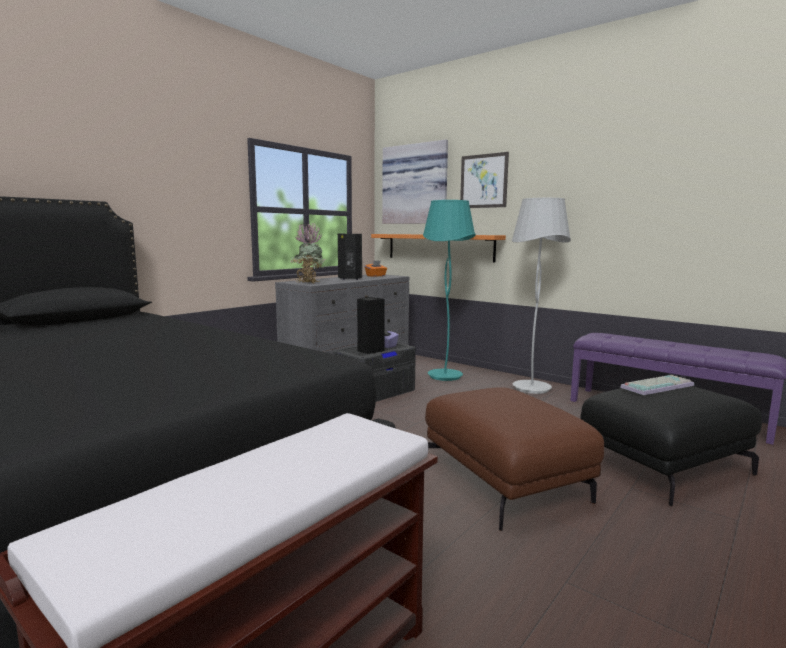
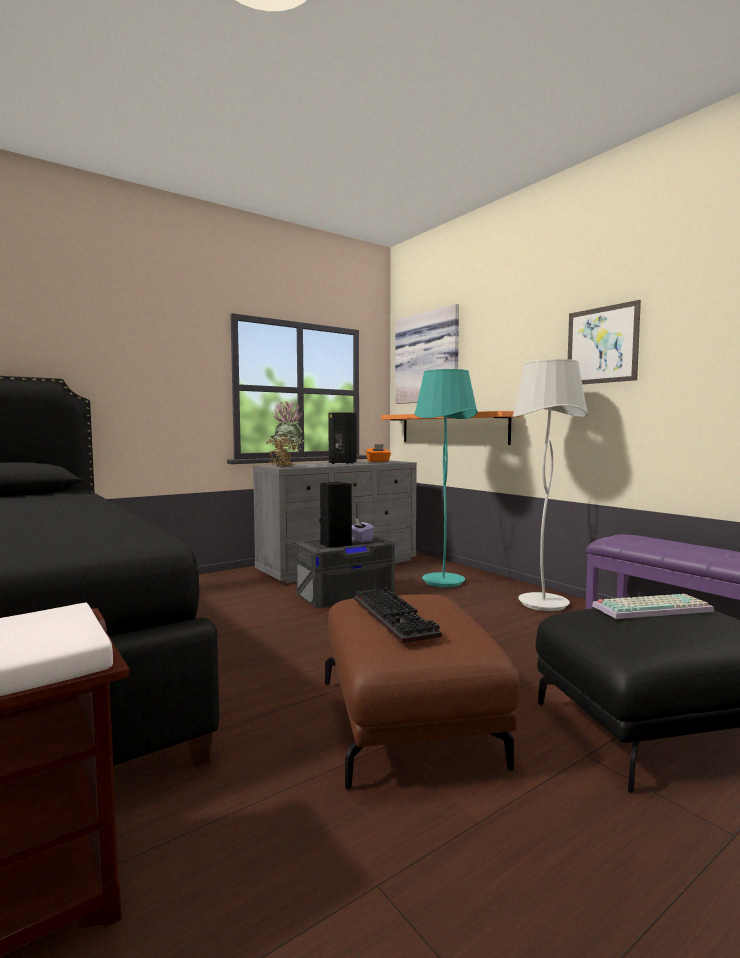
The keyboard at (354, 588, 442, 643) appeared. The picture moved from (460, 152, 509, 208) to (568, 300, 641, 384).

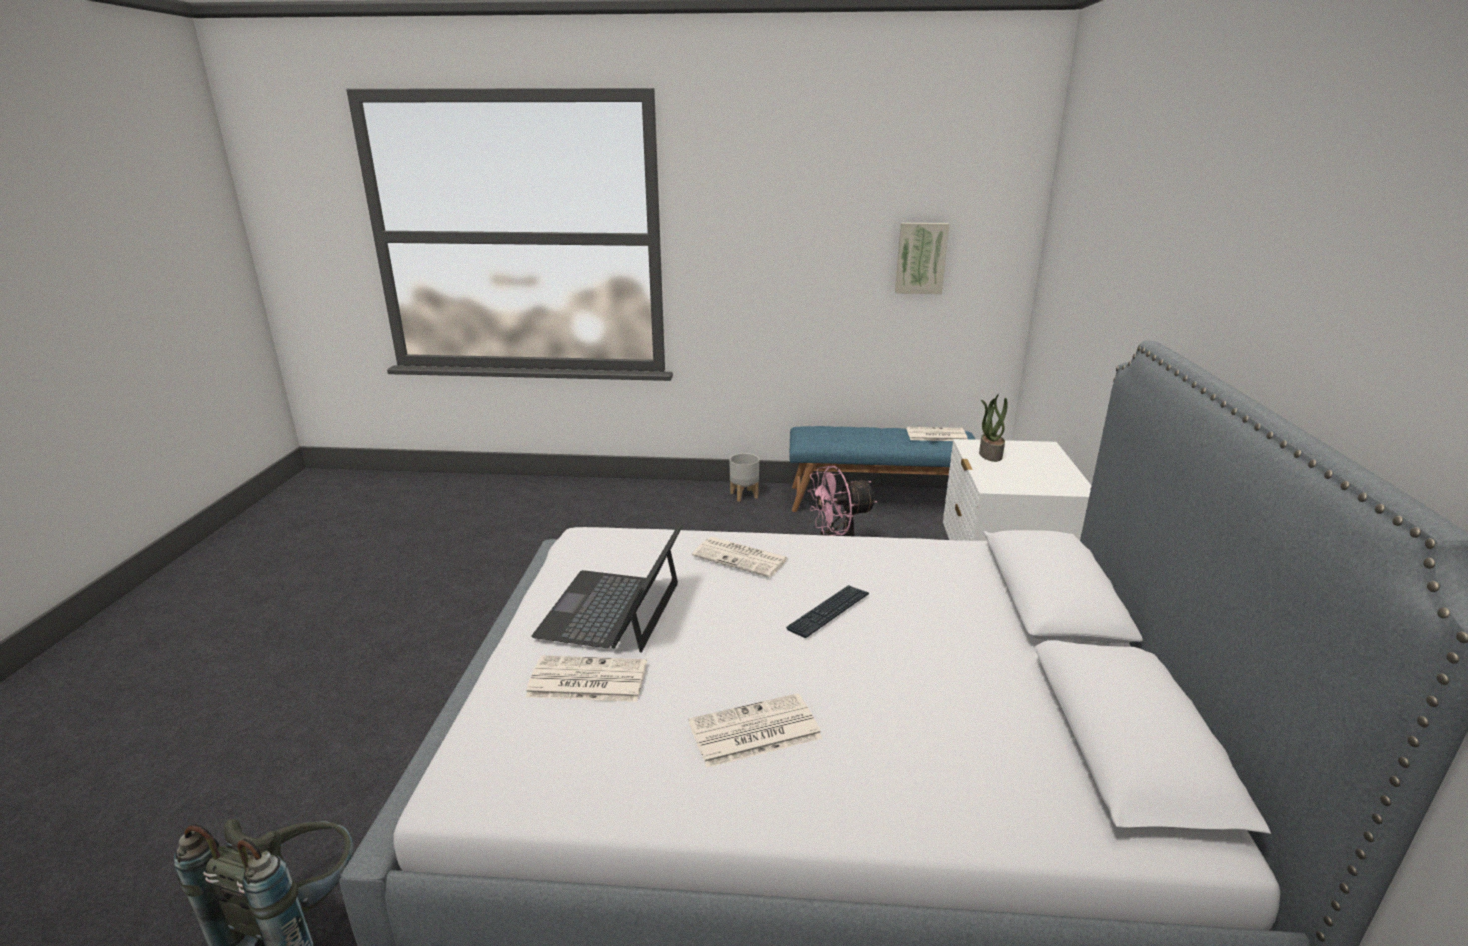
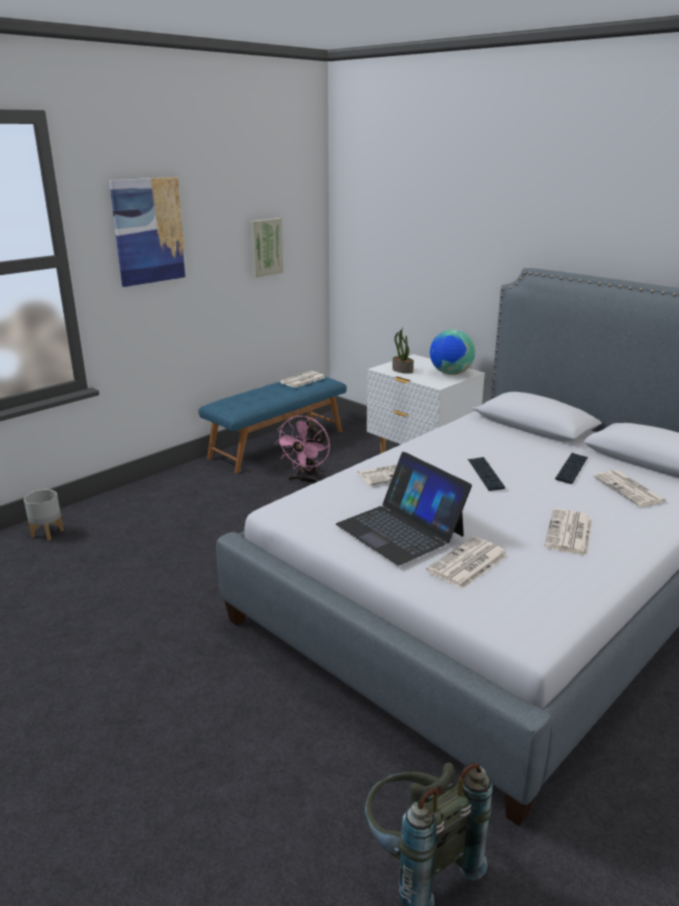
The grey_planter moved from (730, 453, 759, 502) to (24, 489, 64, 541). The picture at (109, 177, 187, 287) appeared. The globe at (430, 329, 475, 375) appeared. The keyboard at (555, 453, 588, 484) appeared. The newspaper at (593, 470, 667, 507) appeared.

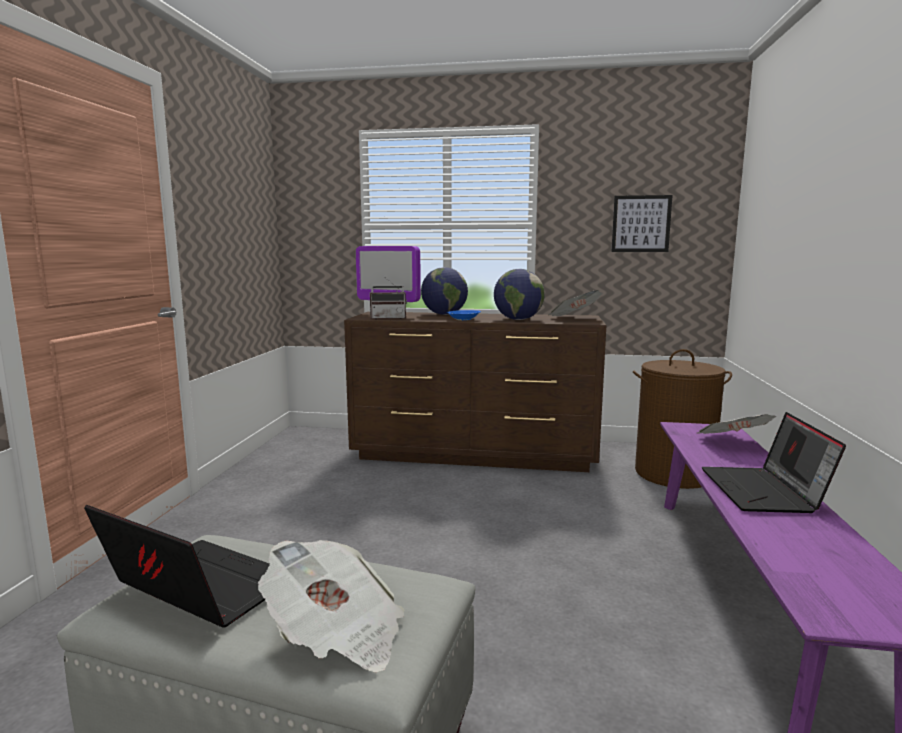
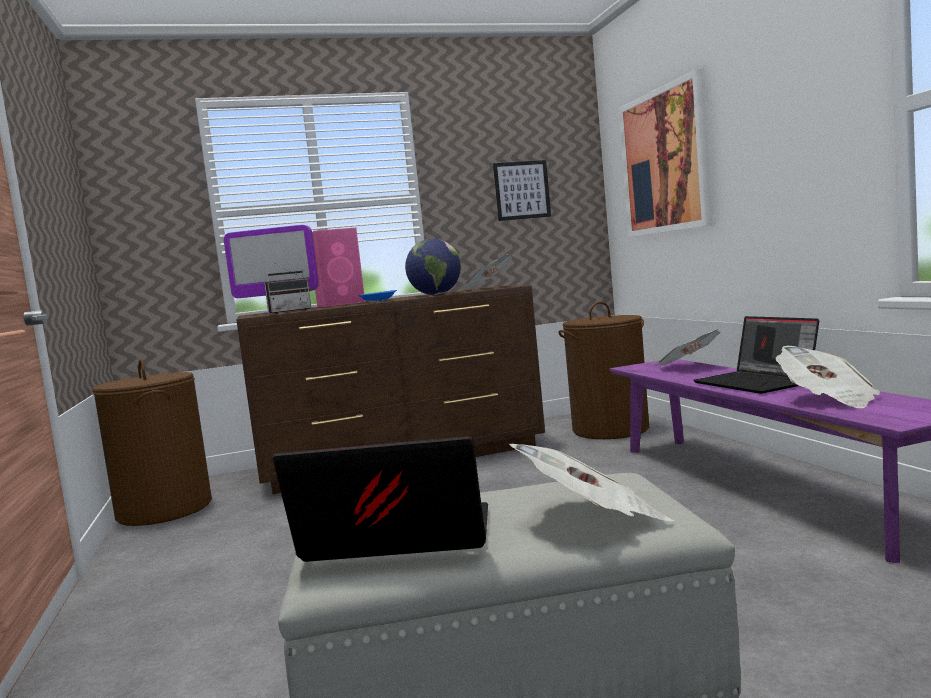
The brown_laundry_basket at (92, 359, 212, 526) appeared. The globe at (421, 267, 468, 315) was replaced by the pink_speaker at (312, 228, 365, 307). The picture at (618, 69, 712, 237) appeared. The newspaper at (776, 346, 880, 409) appeared.

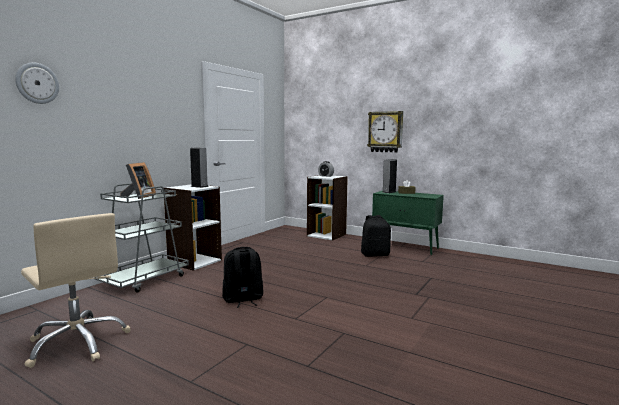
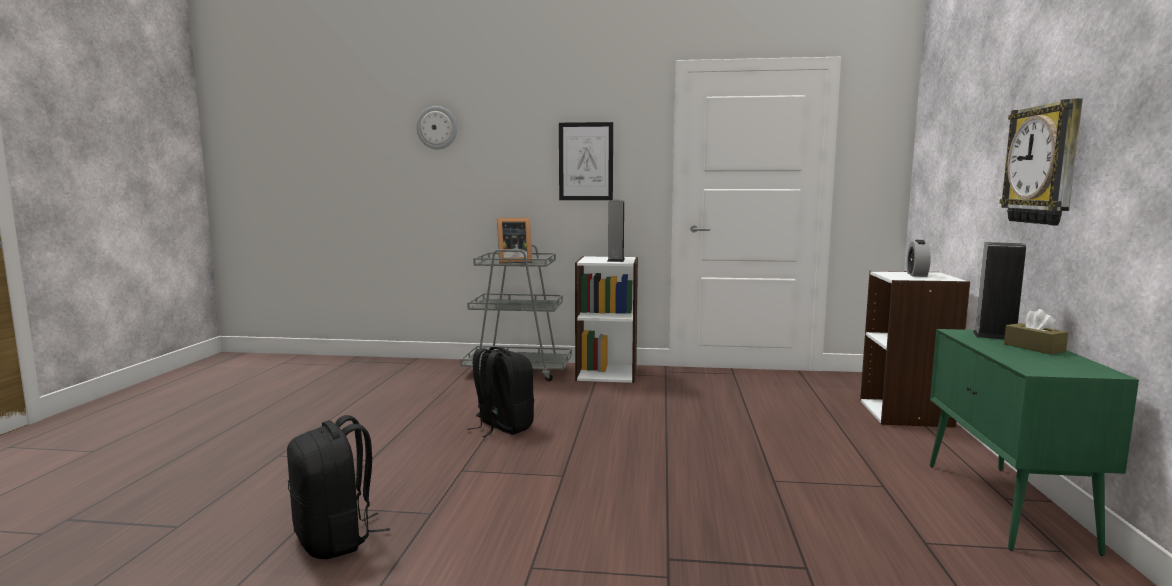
The black_backpack moved from (361, 215, 391, 257) to (287, 415, 390, 559). The picture at (559, 122, 613, 200) appeared. The beige_office_chair at (21, 213, 131, 368) disappeared.

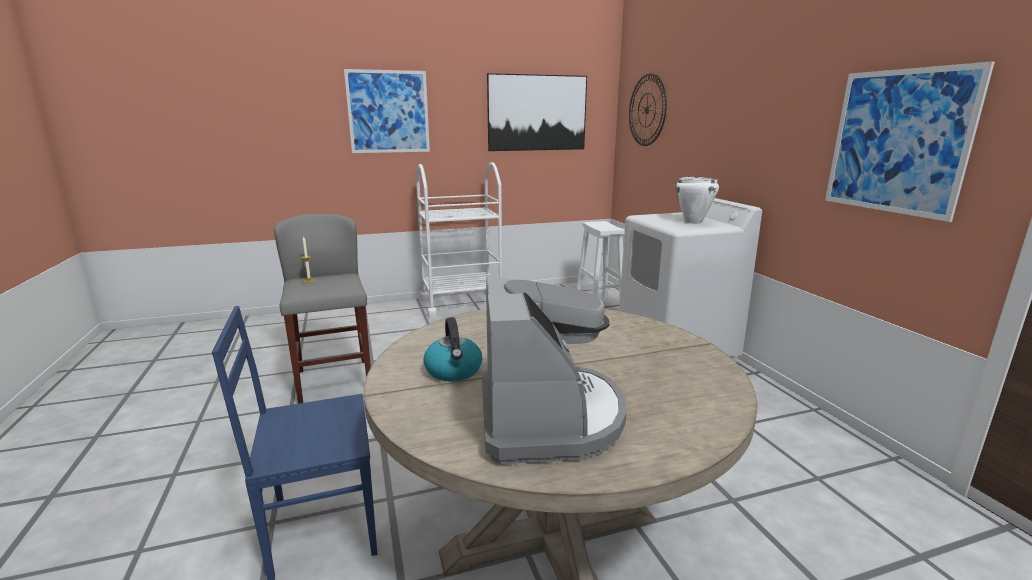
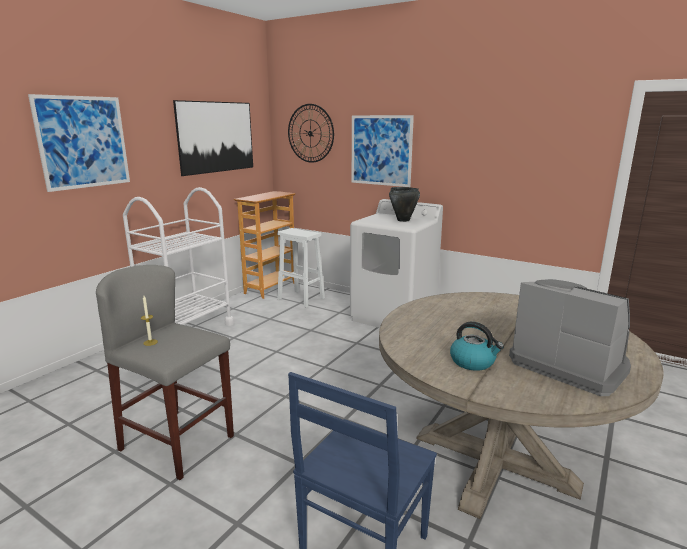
The bookcase at (234, 191, 296, 299) appeared. The picture moved from (825, 61, 995, 222) to (352, 115, 414, 187). The white_cooking_pot at (676, 177, 719, 224) became the black_cooking_pot at (389, 187, 420, 222).

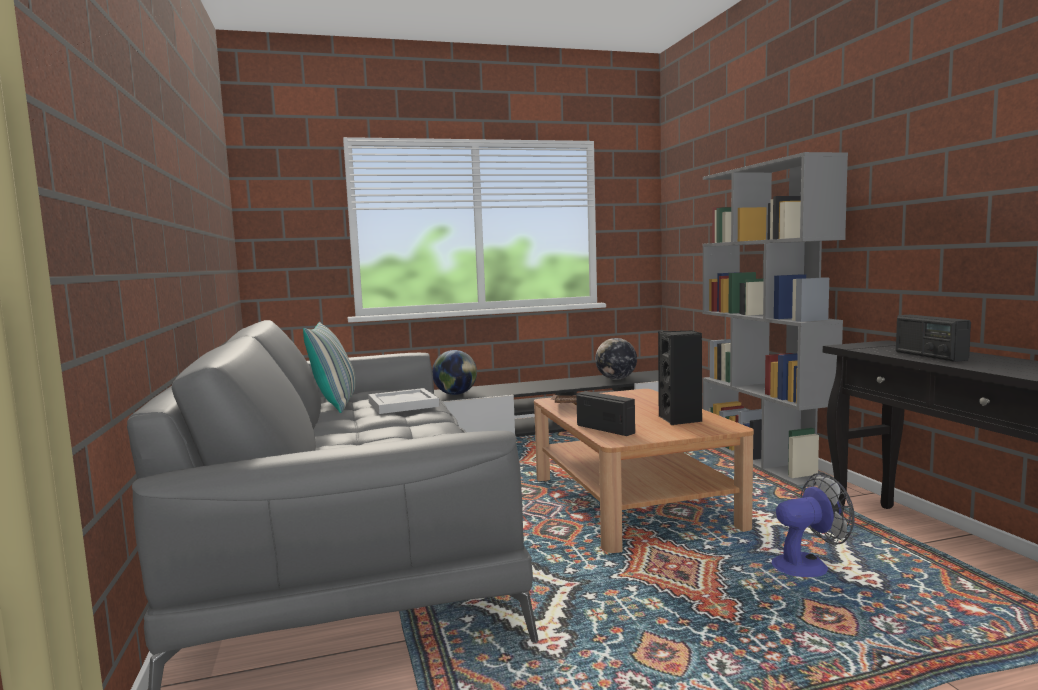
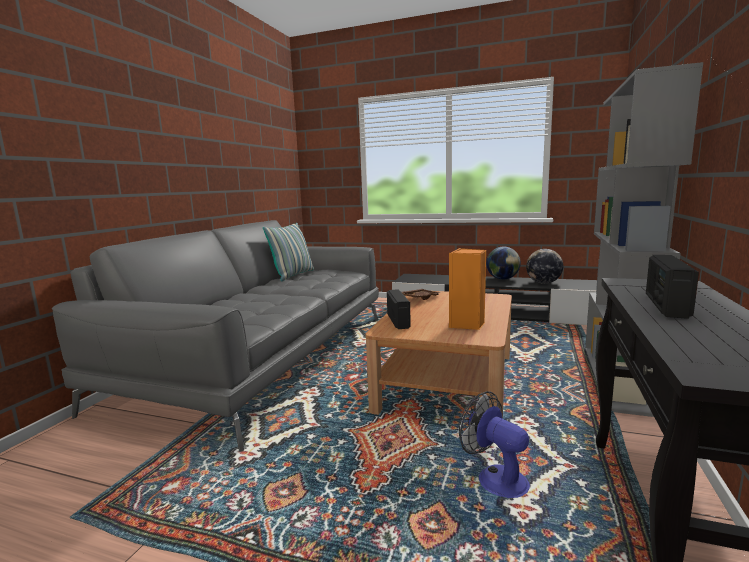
The black_speaker at (658, 331, 702, 425) became the orange_speaker at (449, 248, 486, 330). The fan at (772, 473, 855, 577) turned 150 degrees counterclockwise. The globe moved from (432, 350, 477, 395) to (486, 246, 521, 280). The white_tray at (368, 388, 439, 414) disappeared.

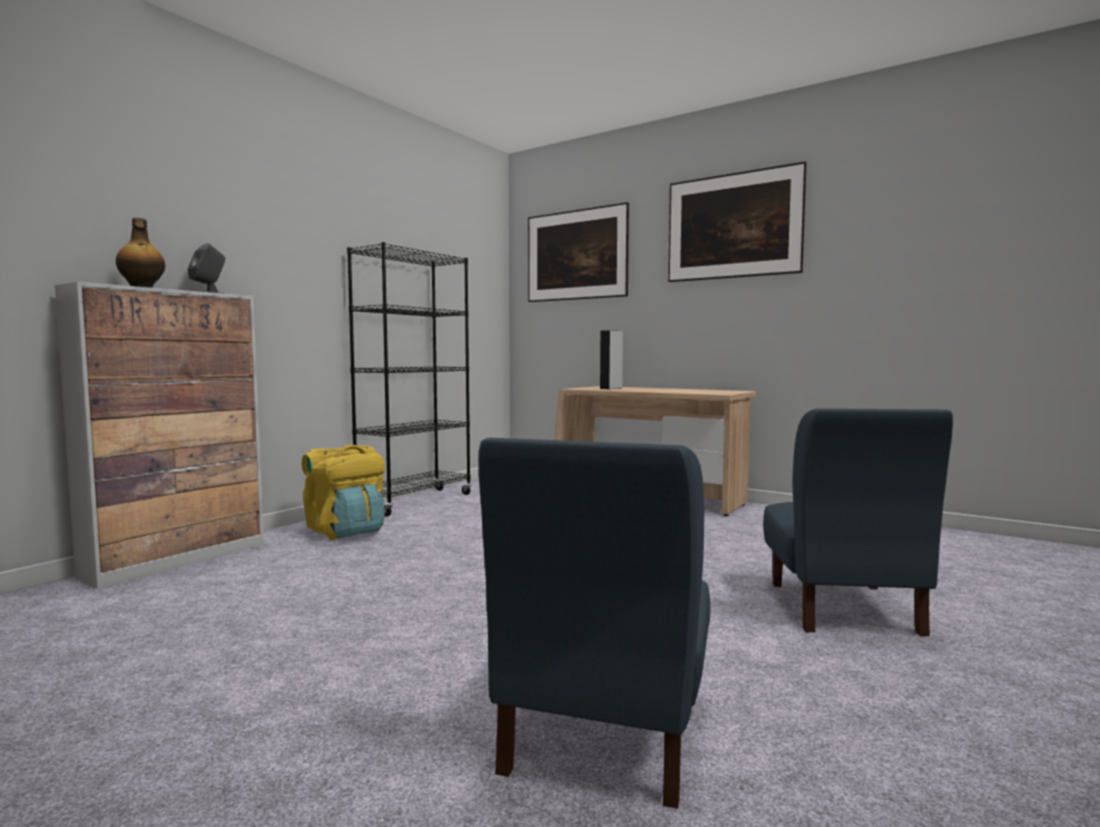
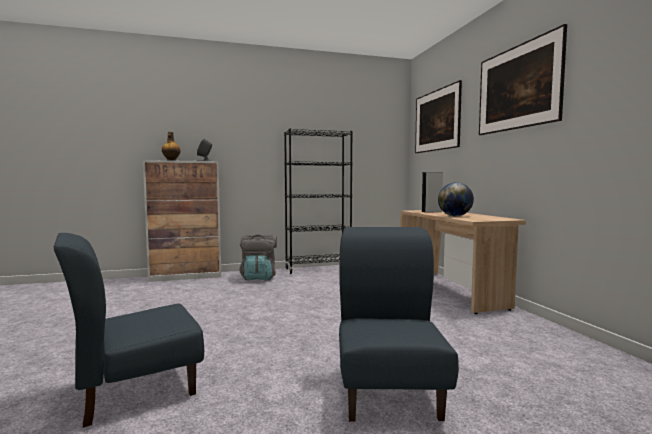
The yellow_backpack at (302, 445, 385, 540) became the grey_backpack at (240, 234, 277, 280). The blue_chair at (763, 408, 953, 636) turned 135 degrees clockwise. The globe at (438, 182, 474, 216) appeared.

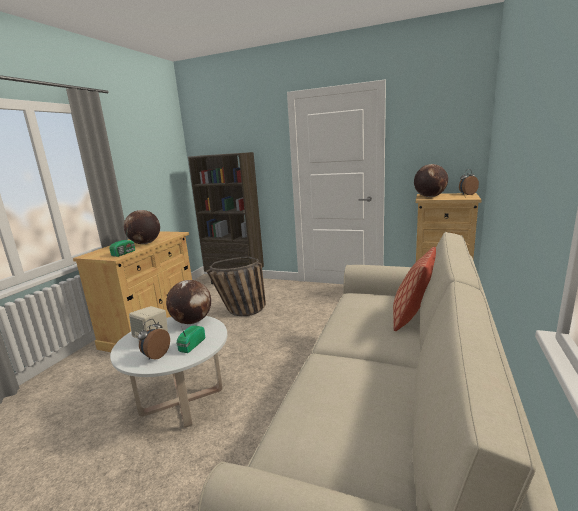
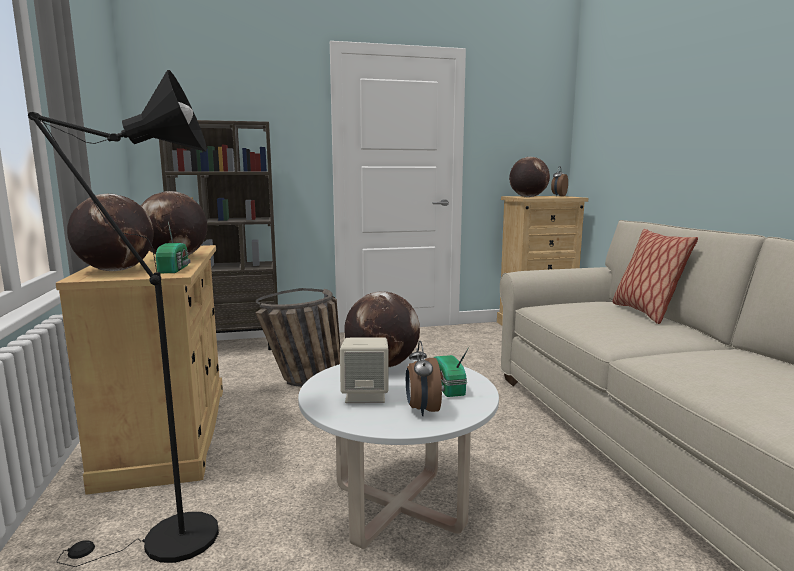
The black_floor_lamp at (28, 70, 219, 567) appeared. The globe at (67, 194, 153, 271) appeared.

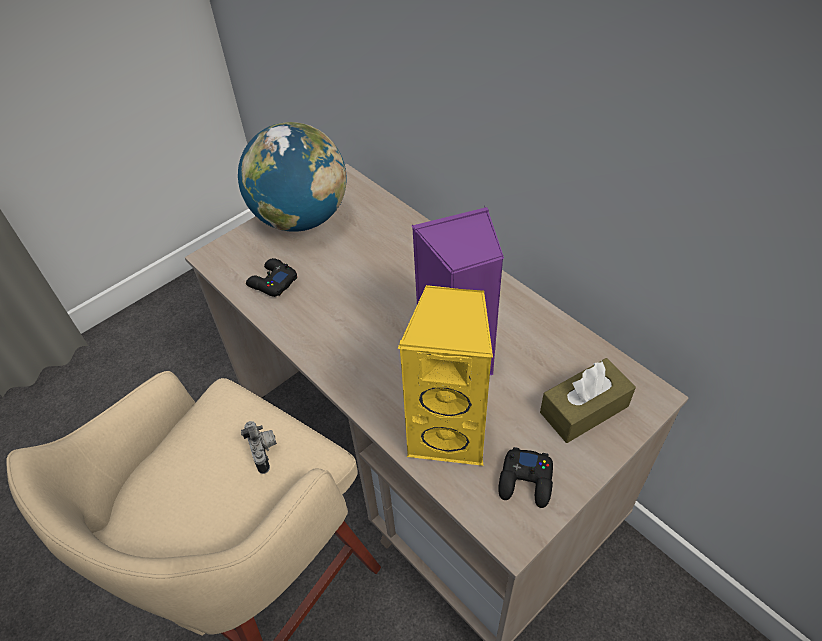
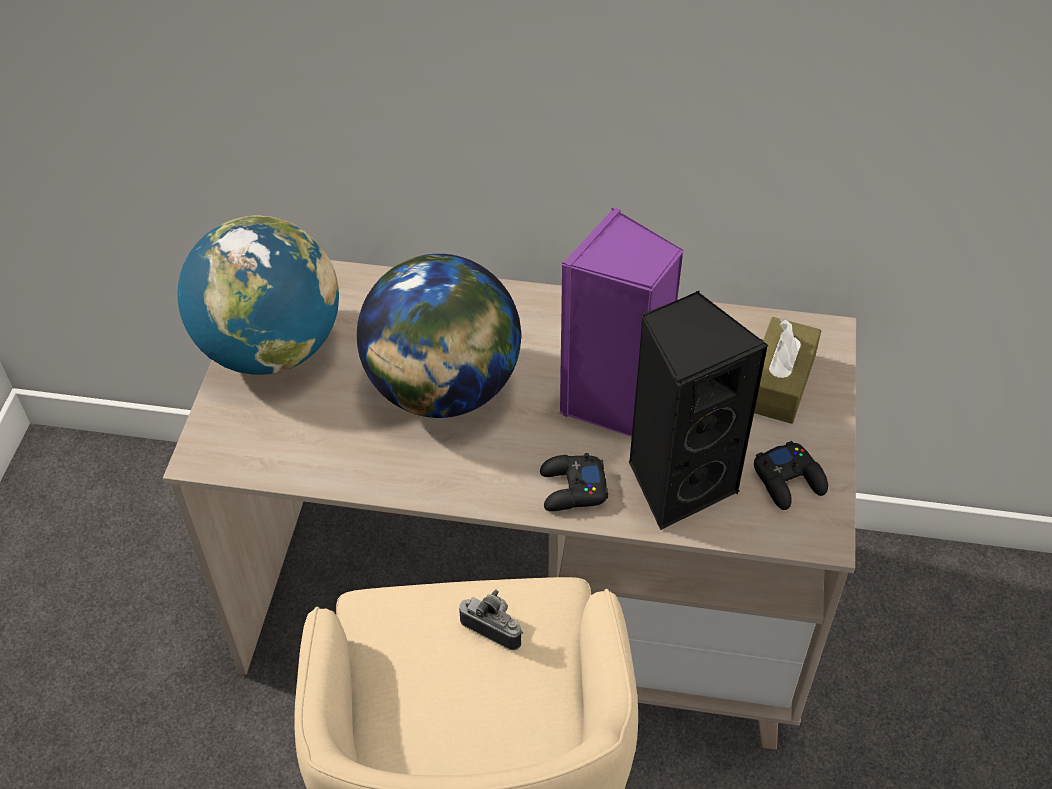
The globe at (357, 254, 521, 418) appeared. The black_game_controller moved from (246, 258, 297, 297) to (540, 453, 608, 511). The yellow_speaker at (397, 285, 493, 466) became the black_speaker at (629, 290, 769, 530).

